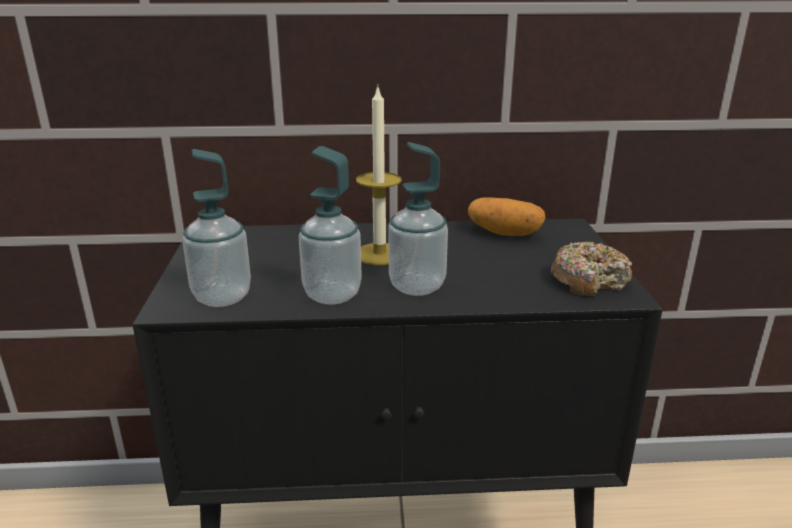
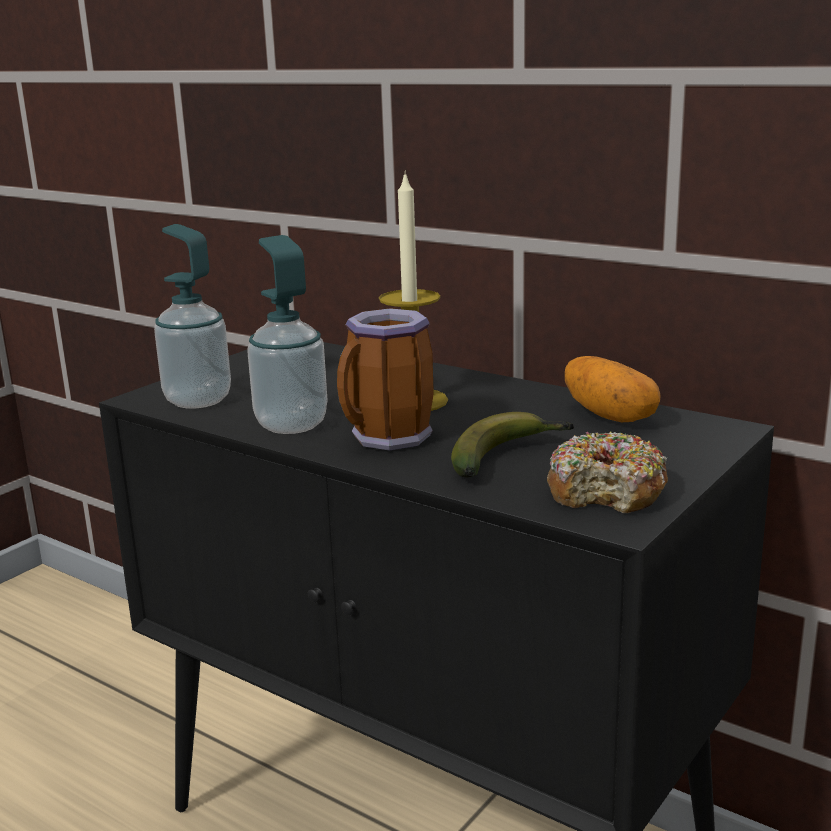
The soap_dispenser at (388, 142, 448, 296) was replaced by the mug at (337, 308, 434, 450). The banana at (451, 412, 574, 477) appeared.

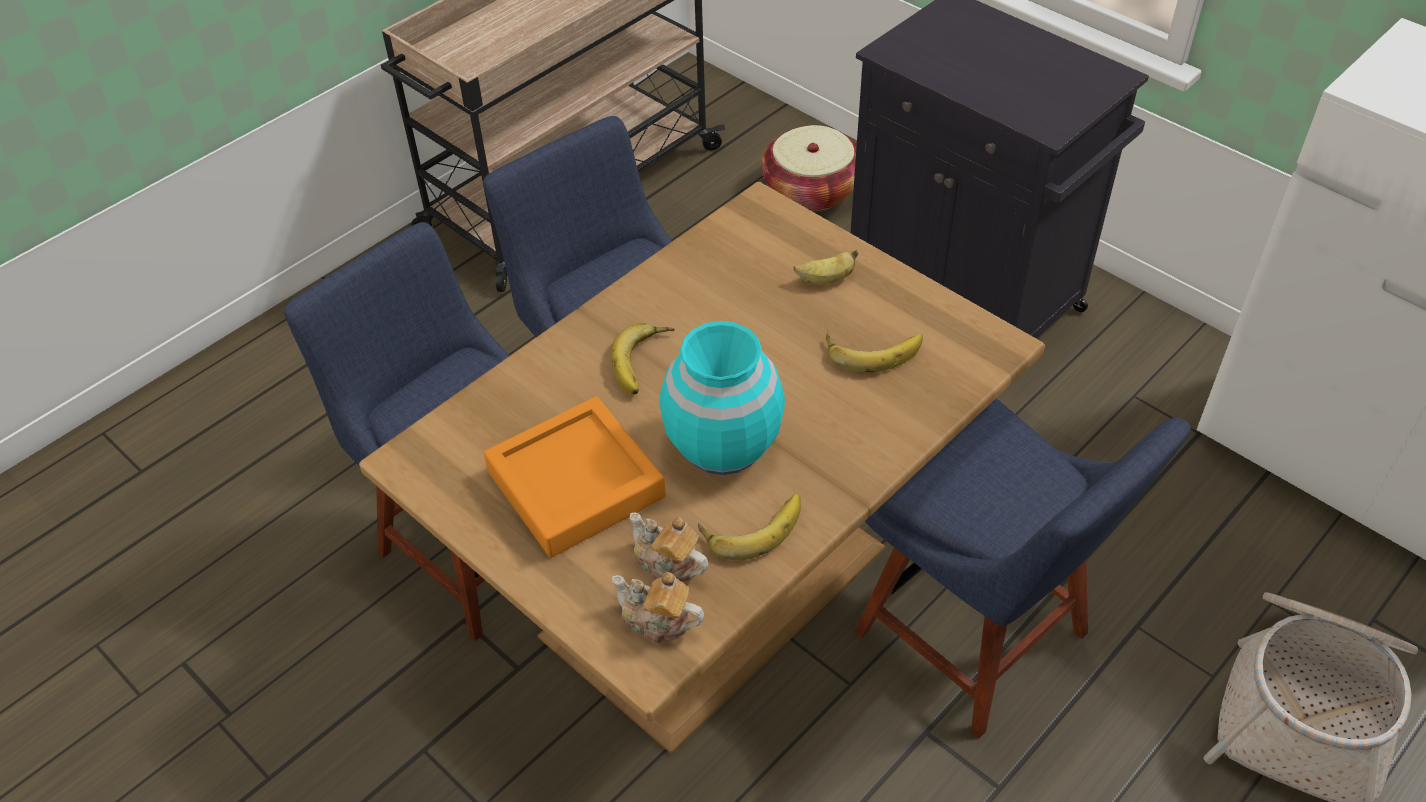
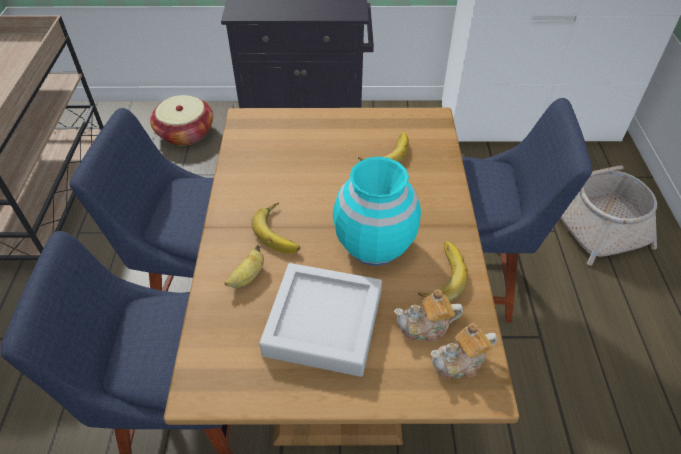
The banana moved from (793, 250, 858, 285) to (224, 245, 264, 288). The orange_tray at (484, 397, 666, 558) became the grey_tray at (259, 263, 382, 377).

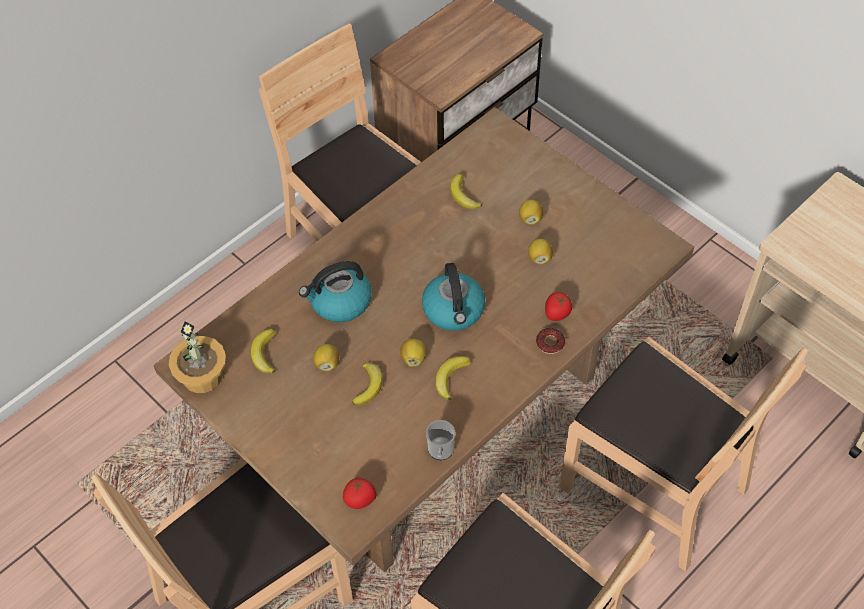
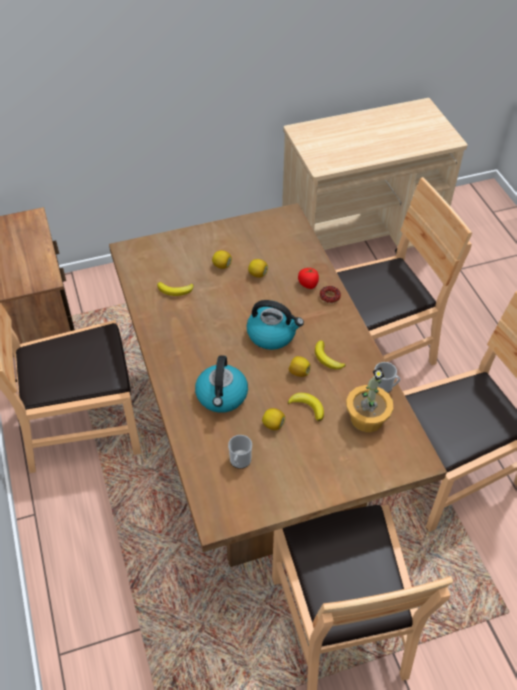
The banana at (250, 329, 275, 373) was replaced by the mug at (228, 435, 252, 469). The potted_plant moved from (169, 321, 226, 393) to (346, 367, 393, 432). The tomato at (343, 478, 377, 509) disappeared.

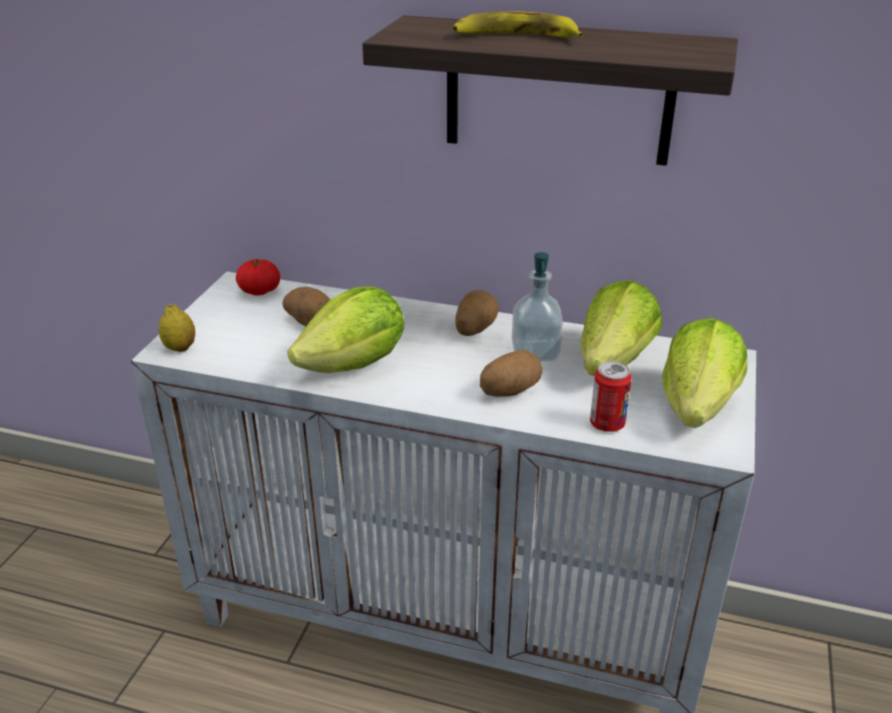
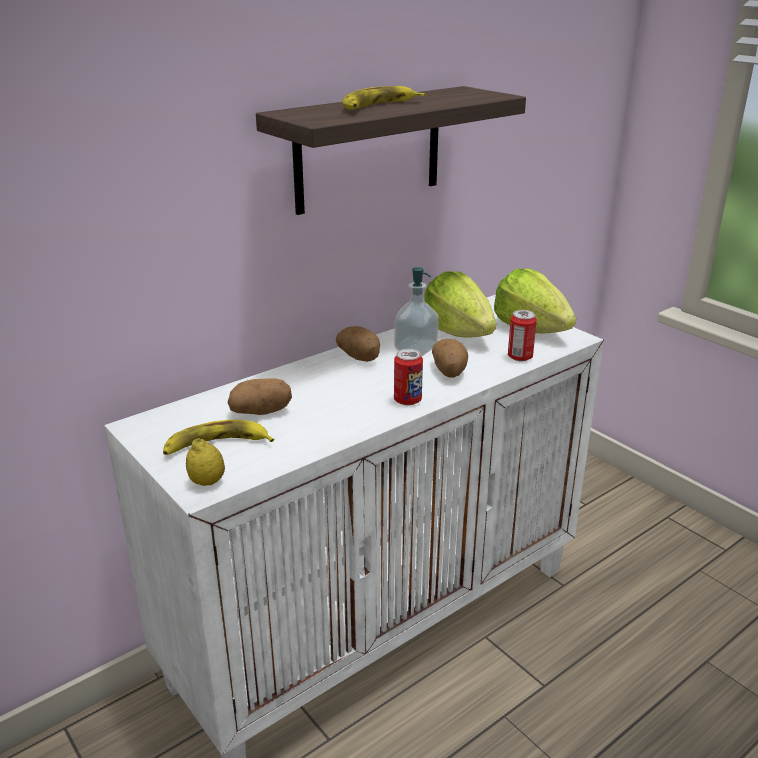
The banana at (163, 420, 274, 455) appeared. The can at (394, 349, 423, 406) appeared. The tomato at (236, 259, 280, 295) disappeared. The lettuce at (287, 286, 404, 373) disappeared.

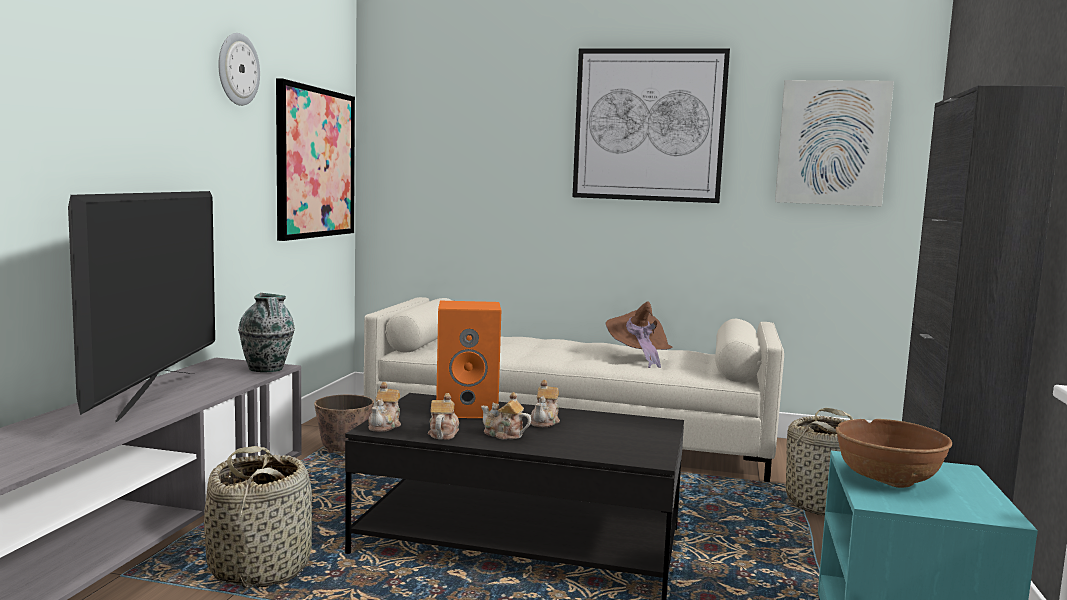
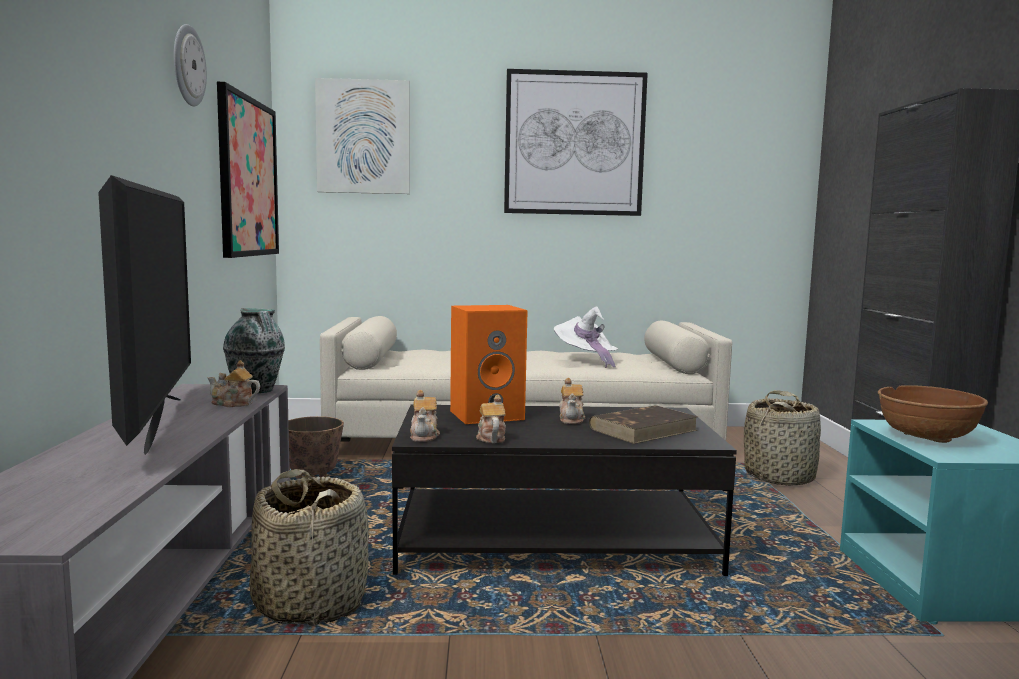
The teapot moved from (481, 392, 531, 440) to (208, 360, 260, 407). The picture moved from (775, 80, 894, 206) to (315, 78, 410, 194). The brown_hat at (605, 301, 672, 368) became the white_hat at (554, 306, 618, 368). The brown_book at (589, 405, 698, 444) appeared.

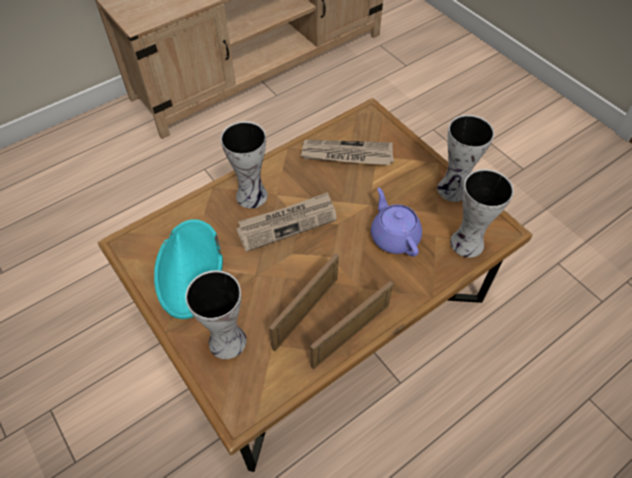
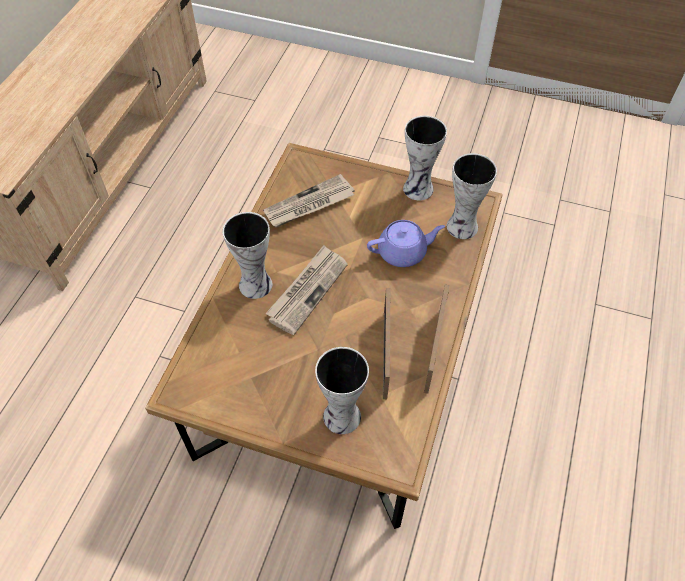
The purple_teapot at (371, 188, 422, 257) turned 135 degrees clockwise. The turquoise_hat at (154, 219, 223, 319) disappeared.

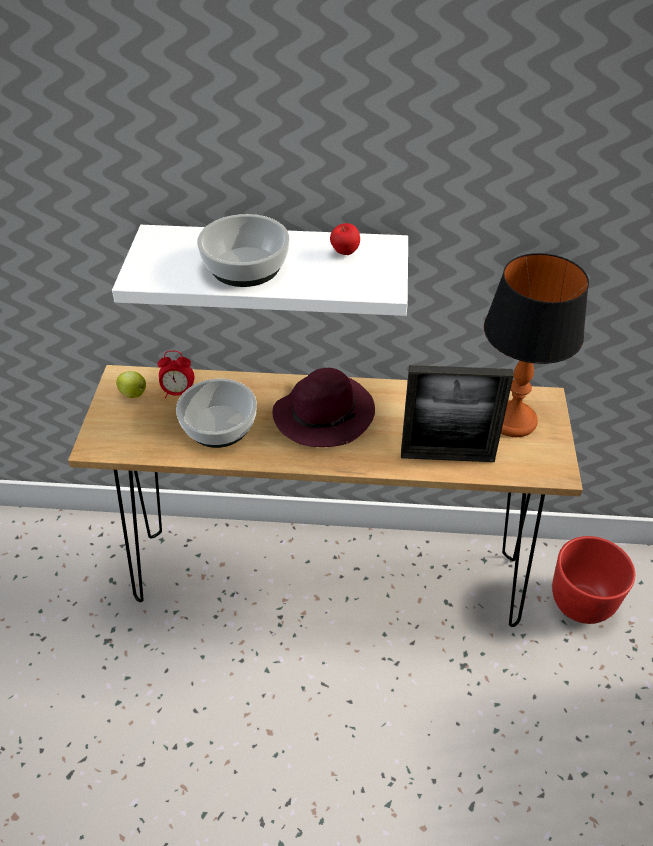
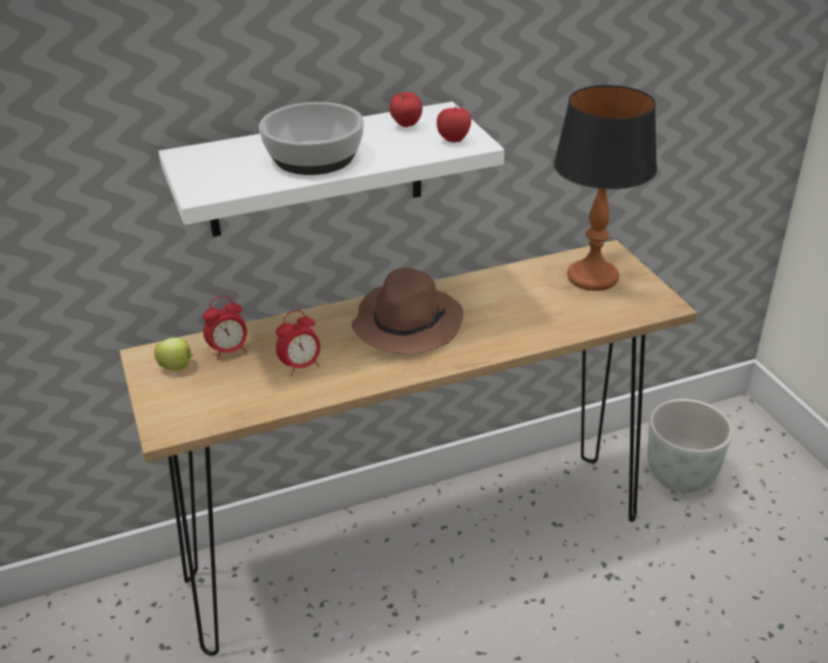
The bowl at (176, 379, 257, 448) was replaced by the alarm_clock at (276, 310, 320, 376). The purple_hat at (273, 368, 375, 447) became the brown_hat at (352, 267, 463, 354). The apple at (437, 106, 471, 143) appeared. The red_planter at (552, 536, 635, 624) became the grey_planter at (647, 399, 733, 493). The picture_frame at (401, 365, 514, 462) disappeared.

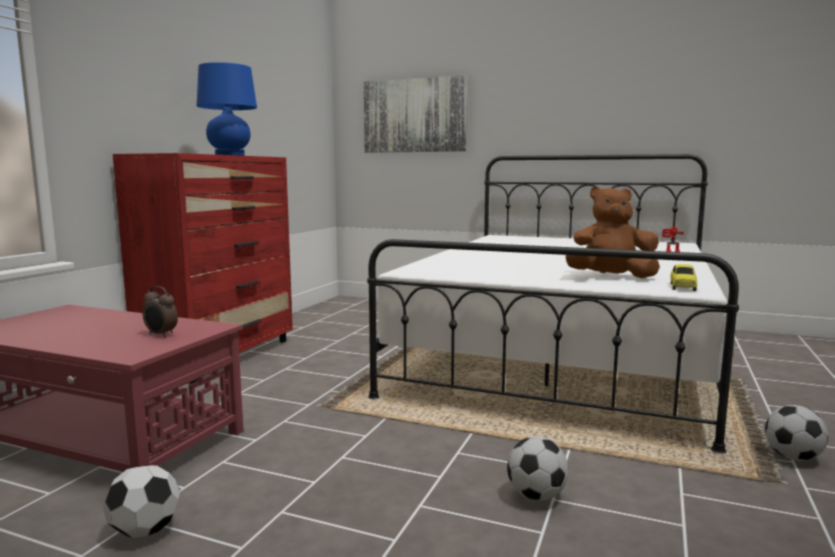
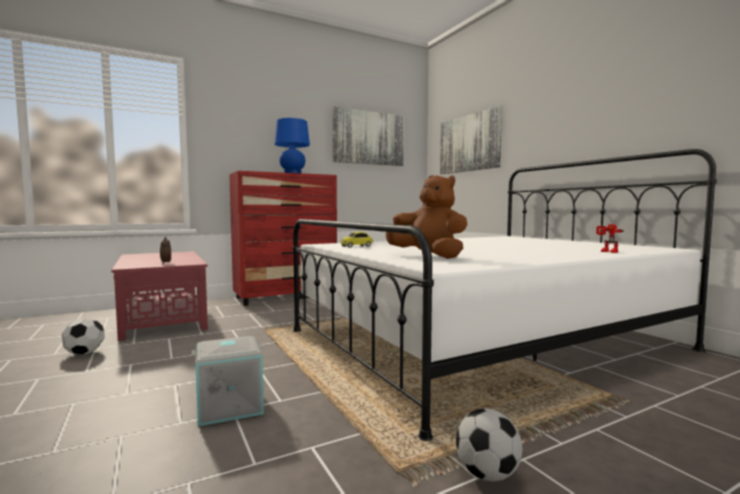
The football at (507, 436, 568, 501) was replaced by the grey_storage_box at (191, 336, 264, 426). The picture at (332, 107, 404, 166) appeared. The toy_car moved from (671, 264, 697, 291) to (341, 232, 373, 248).

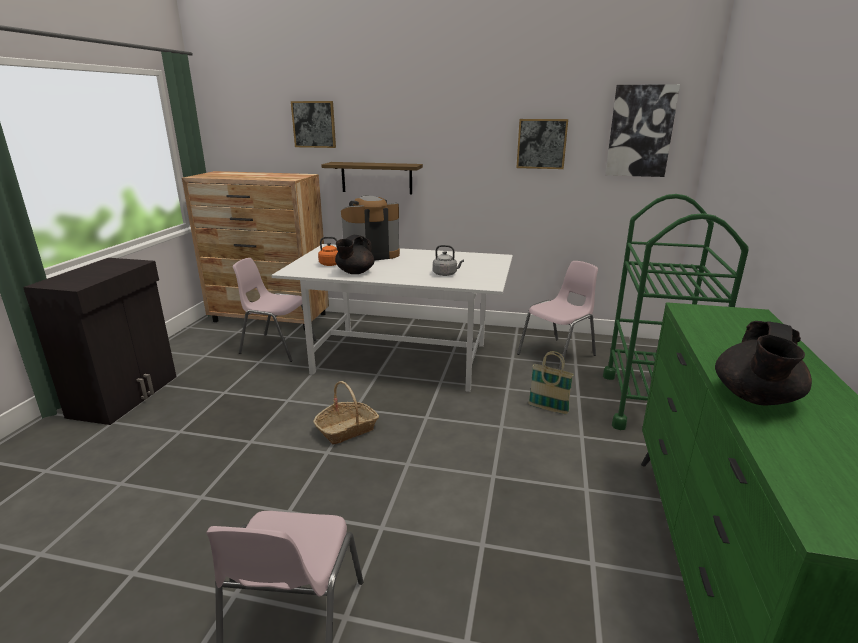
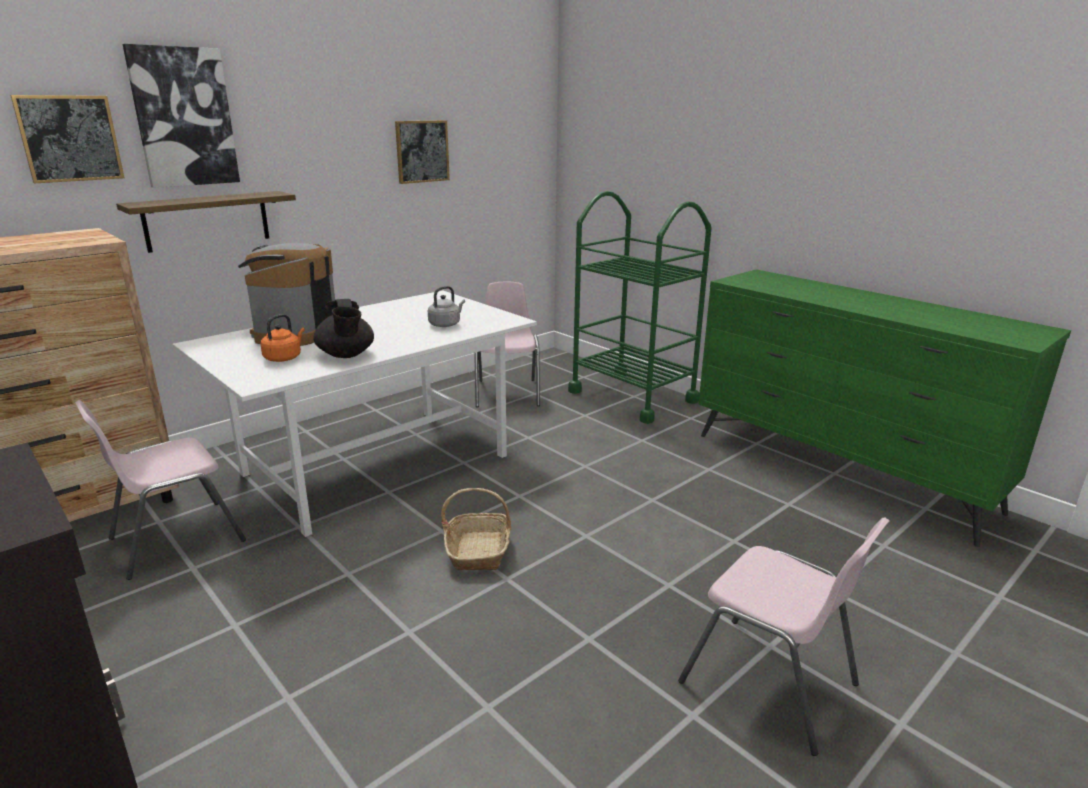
The picture moved from (605, 84, 680, 177) to (123, 44, 240, 188). The basket at (528, 351, 574, 414) disappeared. The black_teapot at (715, 321, 812, 406) disappeared.

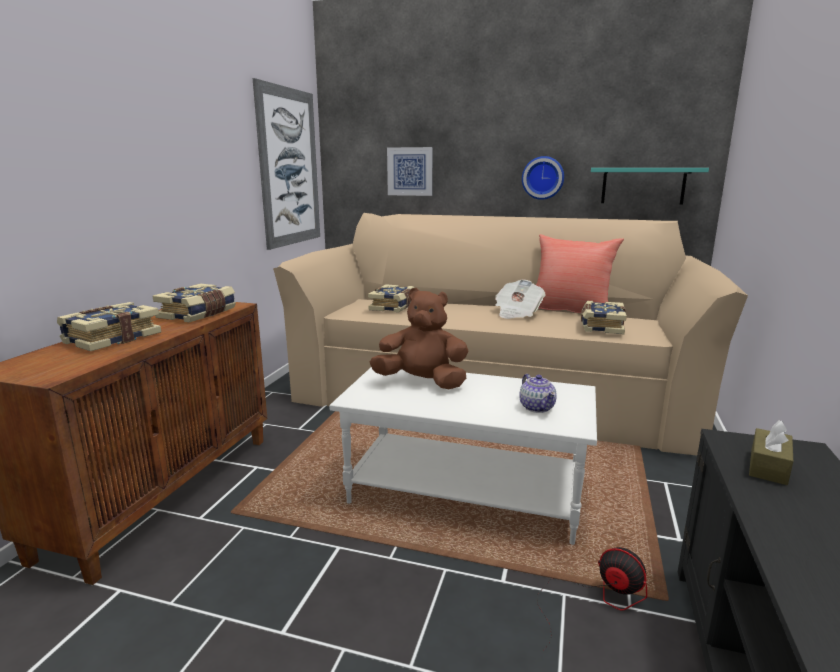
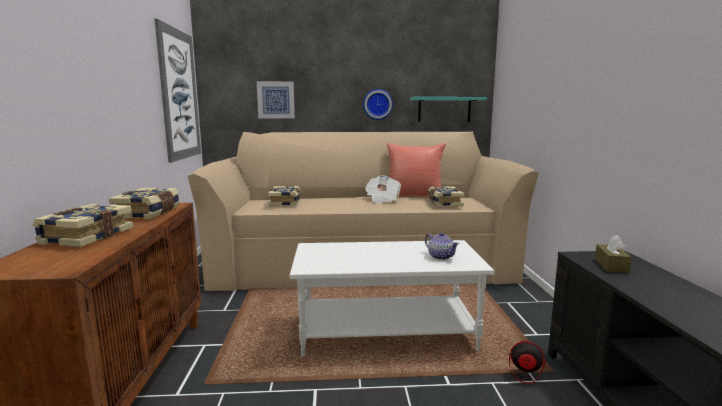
The brown_plush_toy at (370, 288, 468, 389) disappeared.

